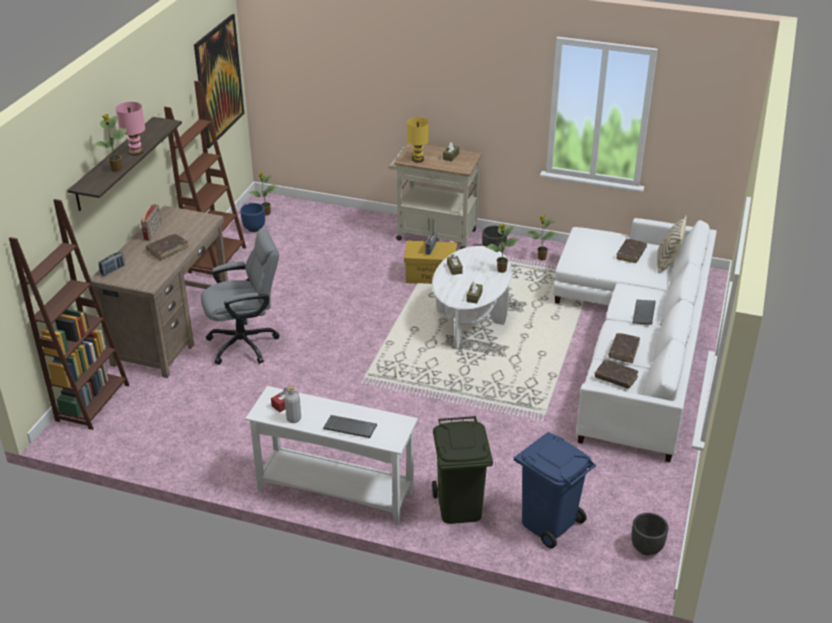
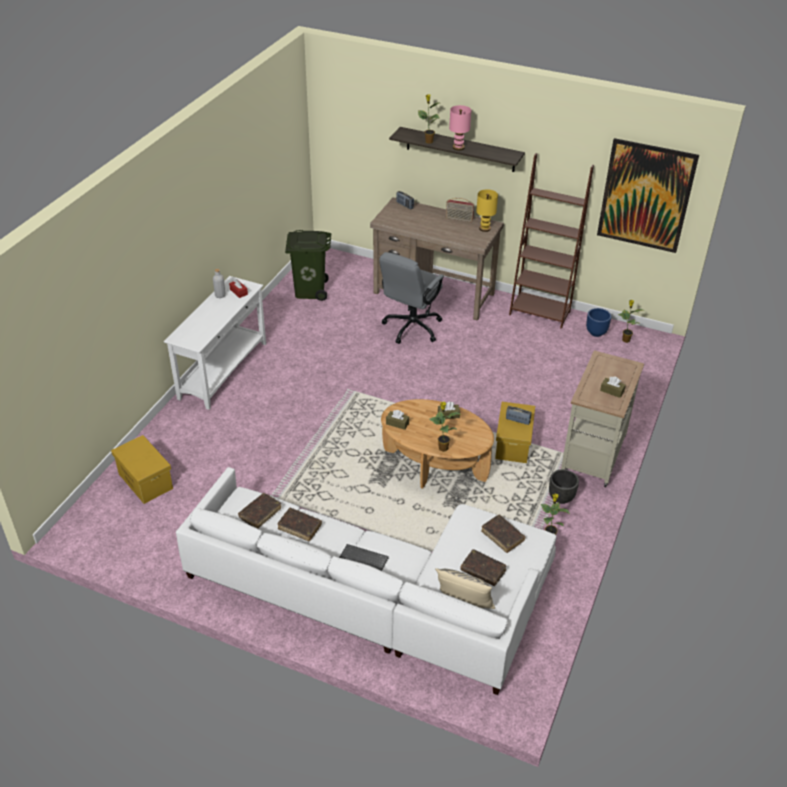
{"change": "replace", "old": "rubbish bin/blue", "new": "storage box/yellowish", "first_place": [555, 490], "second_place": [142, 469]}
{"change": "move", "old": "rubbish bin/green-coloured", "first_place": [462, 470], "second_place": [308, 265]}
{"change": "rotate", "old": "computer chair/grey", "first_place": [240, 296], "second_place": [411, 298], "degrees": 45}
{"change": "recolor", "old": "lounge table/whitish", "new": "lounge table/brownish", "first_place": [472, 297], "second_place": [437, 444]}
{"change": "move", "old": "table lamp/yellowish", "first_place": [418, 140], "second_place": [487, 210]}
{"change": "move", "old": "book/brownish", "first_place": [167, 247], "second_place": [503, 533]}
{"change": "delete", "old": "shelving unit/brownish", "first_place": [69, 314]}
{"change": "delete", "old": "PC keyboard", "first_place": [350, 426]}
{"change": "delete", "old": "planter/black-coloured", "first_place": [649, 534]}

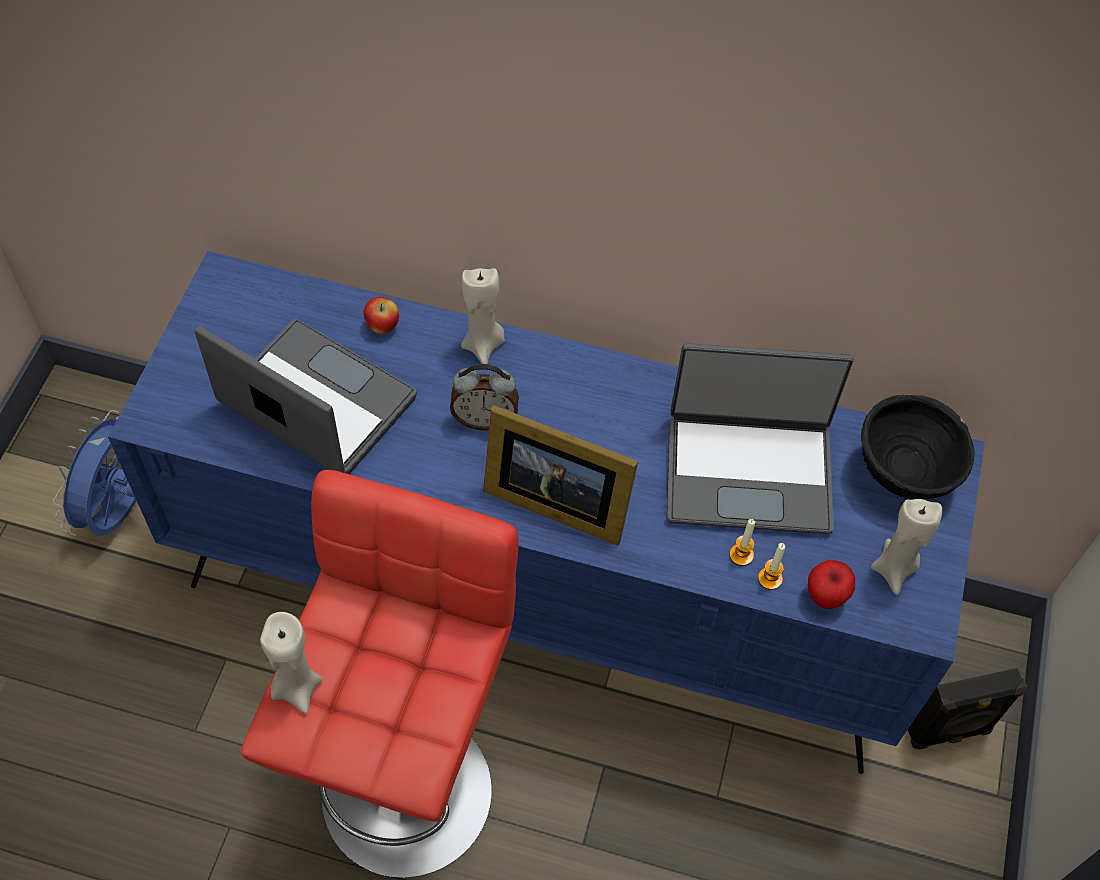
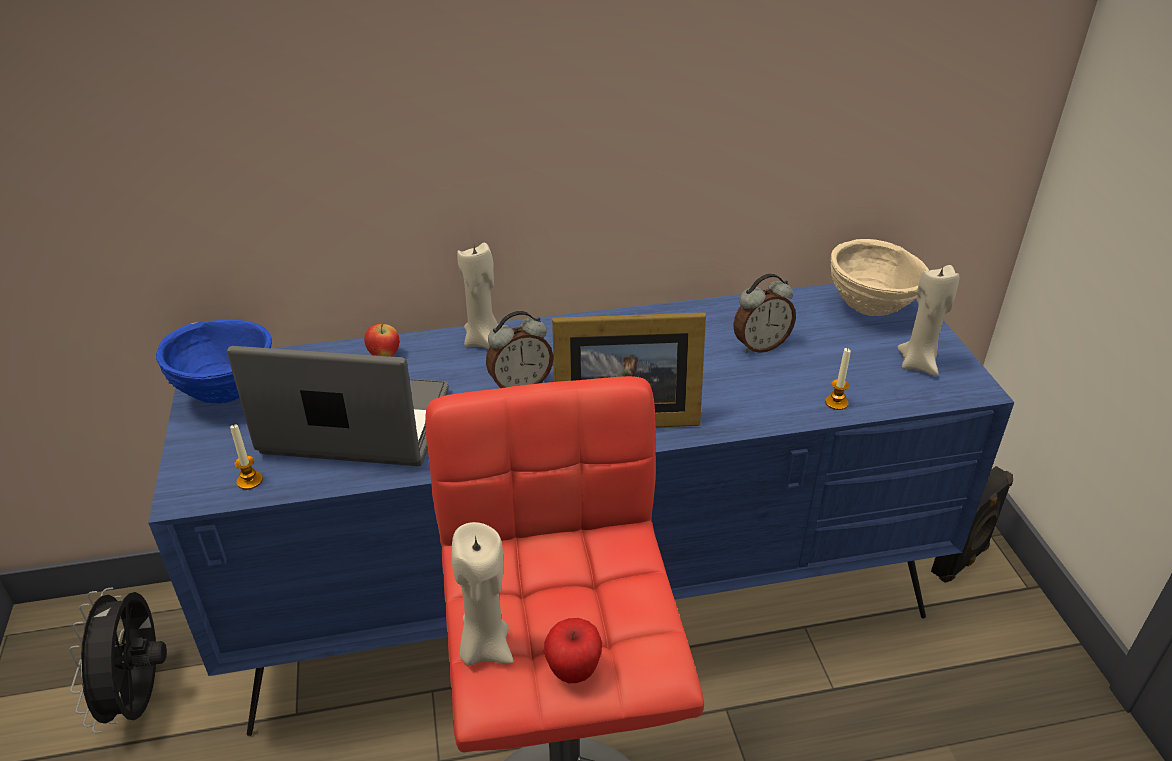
{"change": "recolor", "old": "fan/blue", "new": "fan/black-coloured", "first_place": [94, 473], "second_place": [118, 660]}
{"change": "insert", "new": "serving bowl/blue", "second_place": [214, 361]}
{"change": "move", "old": "candle", "first_place": [742, 542], "second_place": [246, 457]}
{"change": "move", "old": "apple fruit", "first_place": [831, 584], "second_place": [573, 650]}
{"change": "replace", "old": "portable computer", "new": "bedside clock", "first_place": [759, 438], "second_place": [764, 313]}
{"change": "recolor", "old": "serving bowl/black-coloured", "new": "serving bowl/beige-coloured", "first_place": [918, 447], "second_place": [880, 277]}

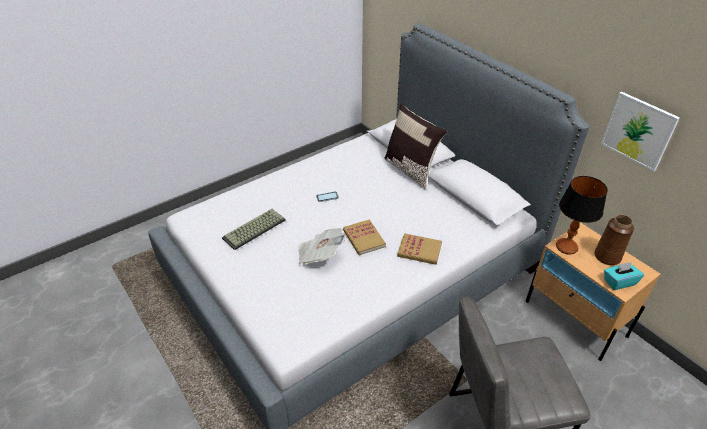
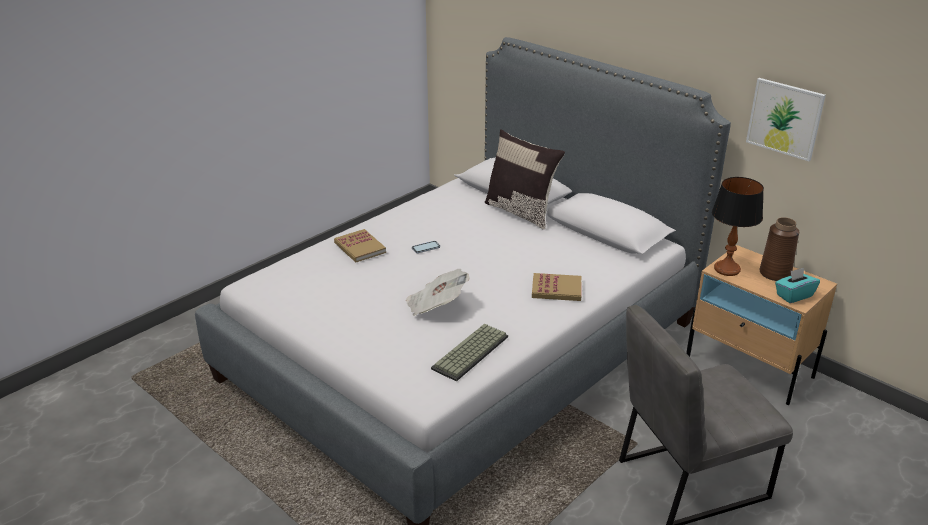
{"change": "move", "old": "book", "first_place": [364, 237], "second_place": [360, 245]}
{"change": "move", "old": "PC keyboard", "first_place": [254, 229], "second_place": [469, 352]}

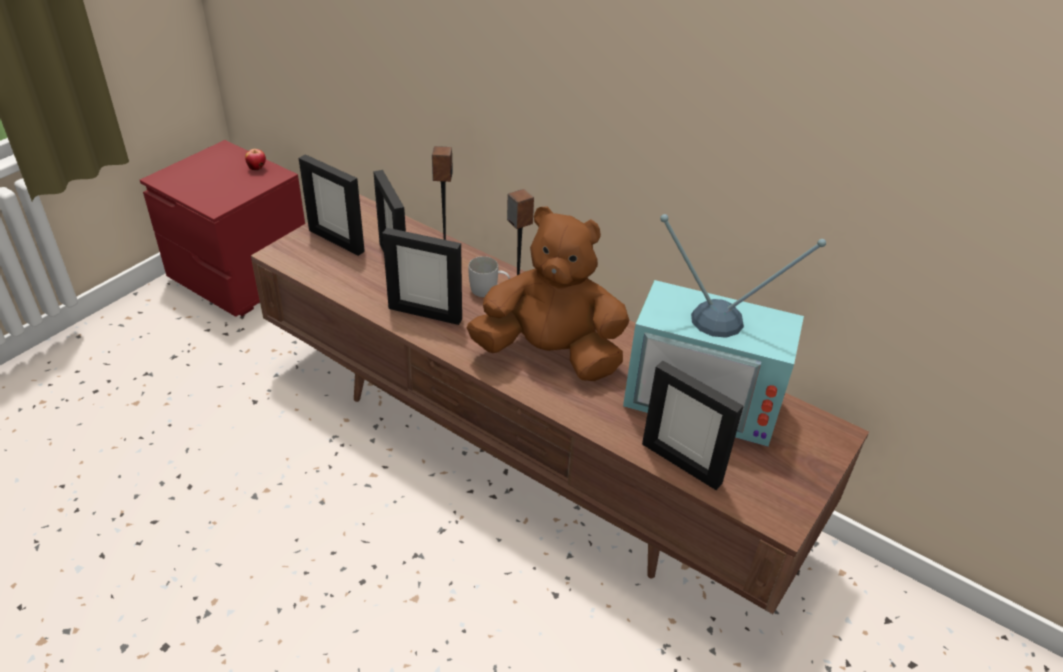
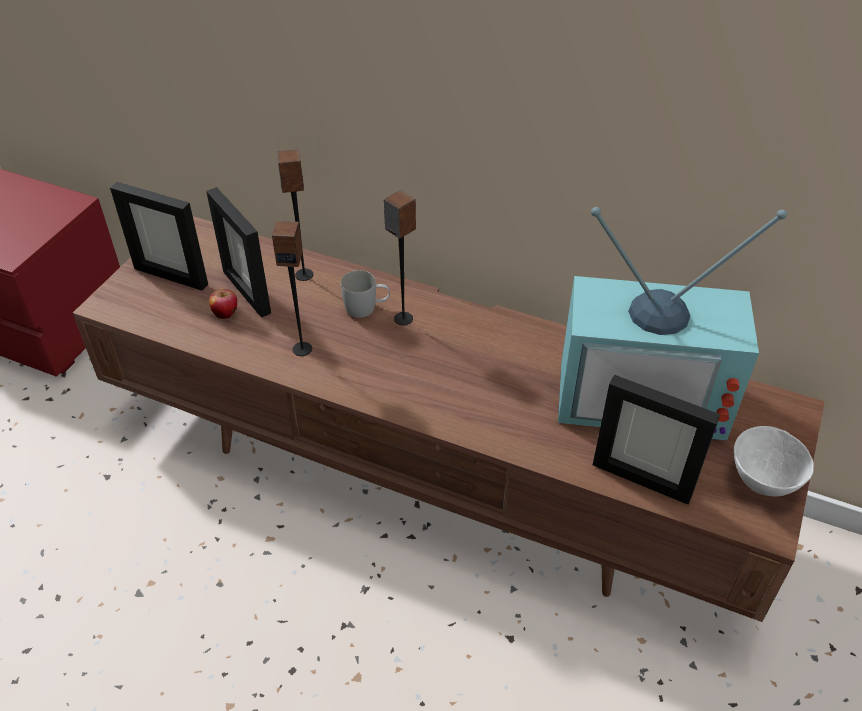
{"change": "move", "old": "apple fruit", "first_place": [255, 160], "second_place": [223, 304]}
{"change": "replace", "old": "standing frame", "new": "loudspeaker", "first_place": [422, 276], "second_place": [292, 288]}
{"change": "insert", "new": "serving bowl/whitish", "second_place": [774, 461]}
{"change": "delete", "old": "plush toy/brownish", "first_place": [548, 294]}

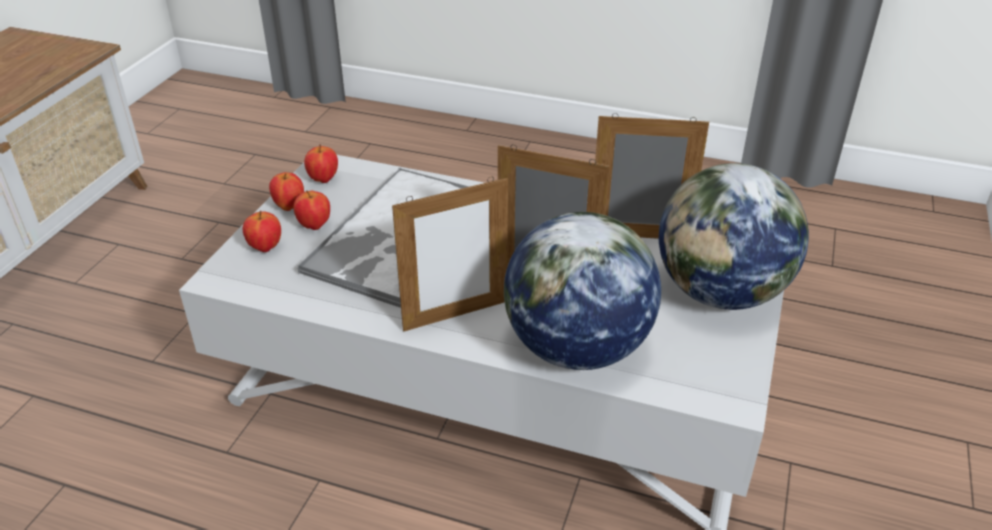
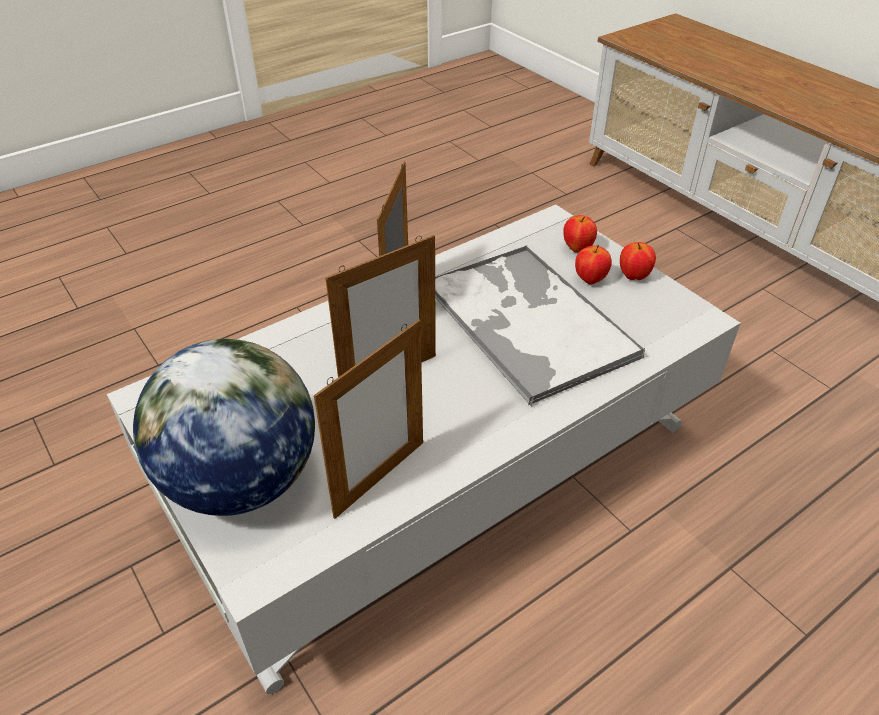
{"change": "delete", "old": "apple fruit", "first_place": [321, 163]}
{"change": "delete", "old": "globe", "first_place": [582, 291]}

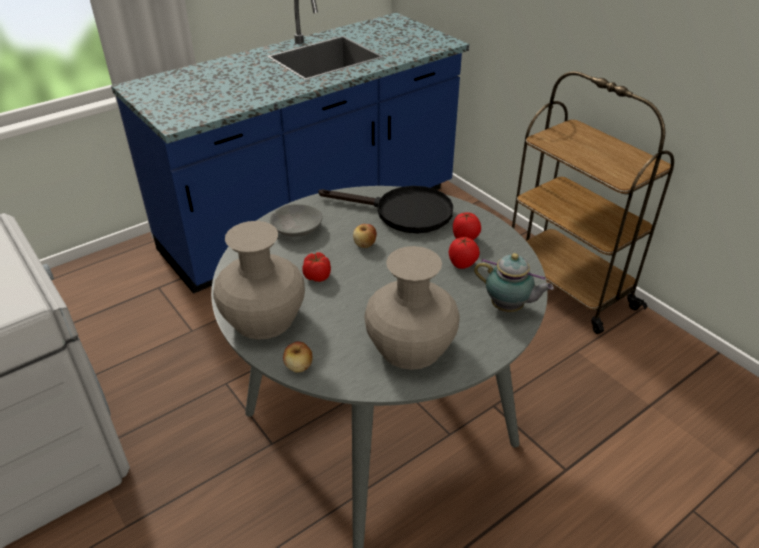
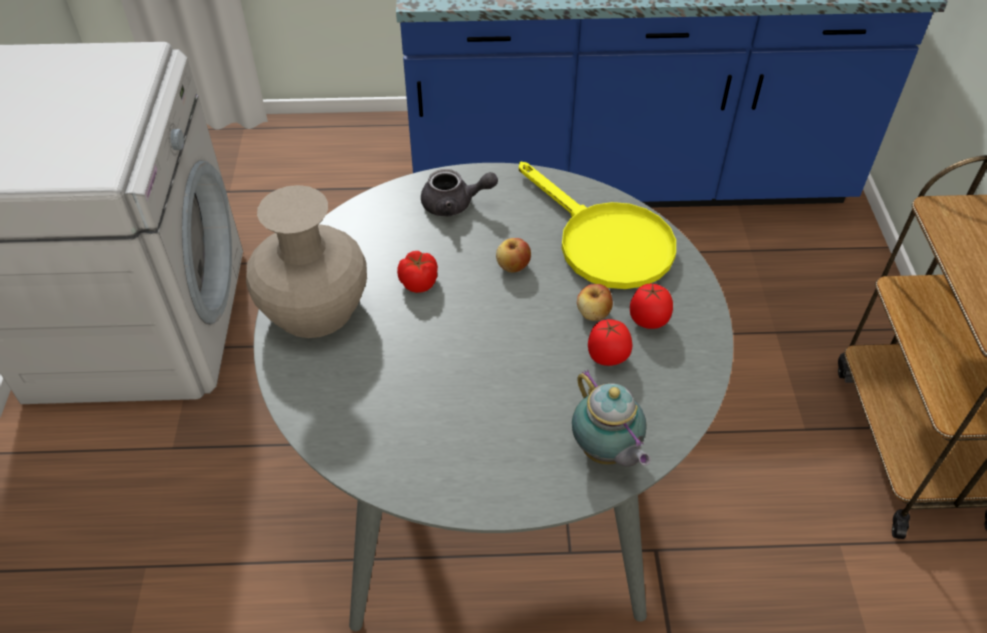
{"change": "replace", "old": "serving bowl/grey", "new": "pot for tea/grey", "first_place": [296, 220], "second_place": [459, 192]}
{"change": "recolor", "old": "frying pan/black-coloured", "new": "frying pan/yellowish", "first_place": [385, 210], "second_place": [597, 225]}
{"change": "move", "old": "apple fruit", "first_place": [297, 357], "second_place": [595, 302]}
{"change": "delete", "old": "flower vase/beige-coloured", "first_place": [412, 308]}

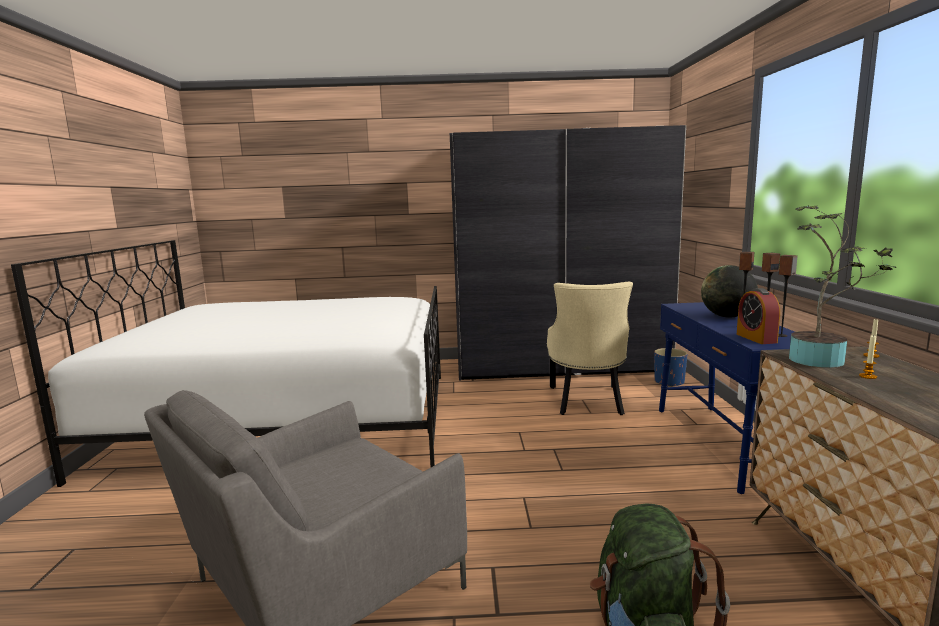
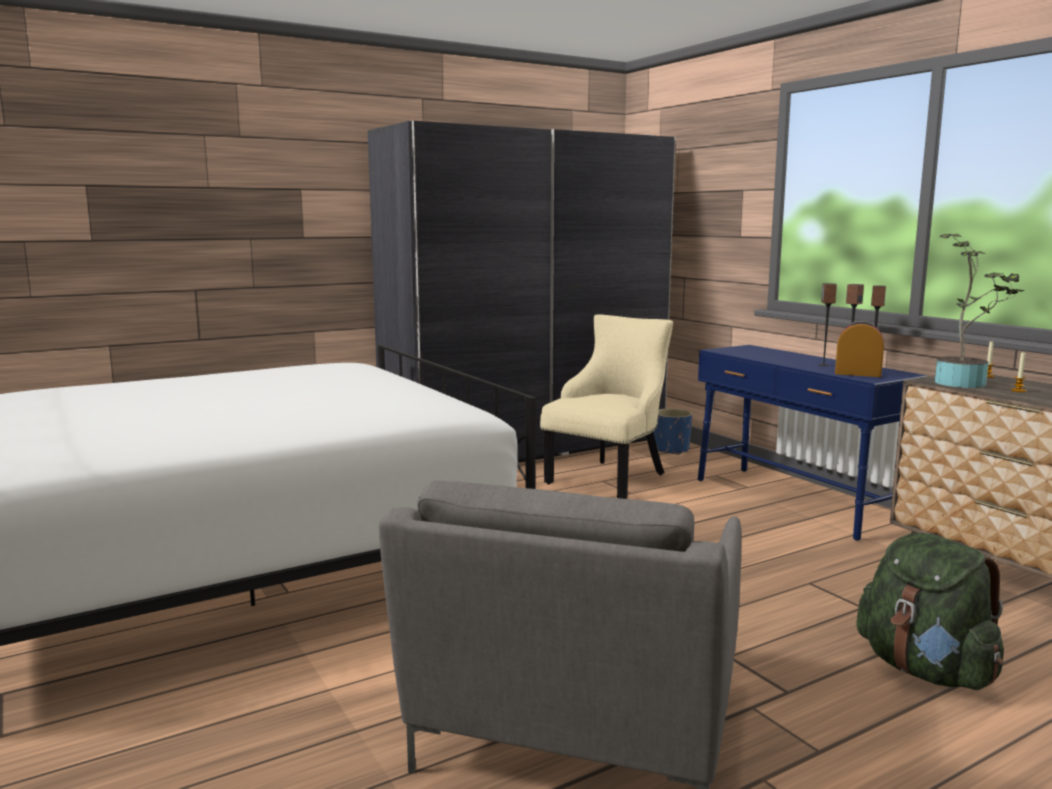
{"change": "rotate", "old": "easy chair/beige-coloured", "first_place": [590, 348], "second_place": [606, 406], "degrees": -120}
{"change": "rotate", "old": "bedside clock", "first_place": [758, 316], "second_place": [859, 348], "degrees": 150}
{"change": "delete", "old": "globe", "first_place": [729, 291]}

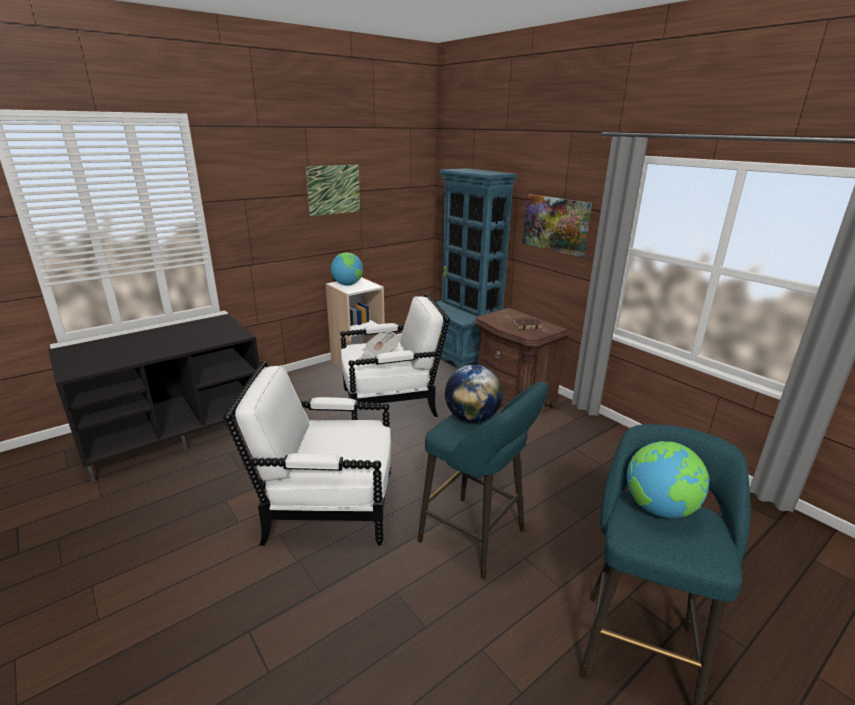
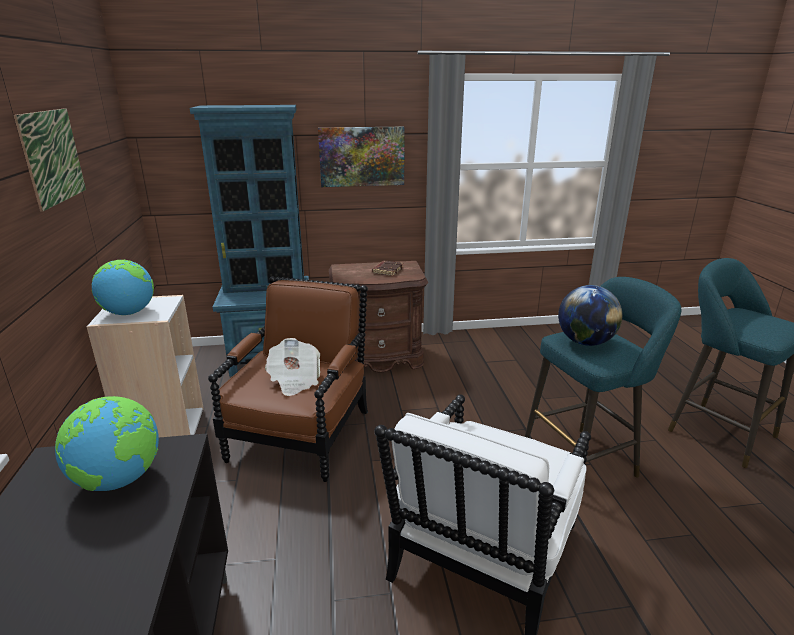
{"change": "move", "old": "globe", "first_place": [668, 479], "second_place": [107, 443]}
{"change": "recolor", "old": "easy chair/whitish", "new": "easy chair/brownish", "first_place": [395, 356], "second_place": [288, 379]}

